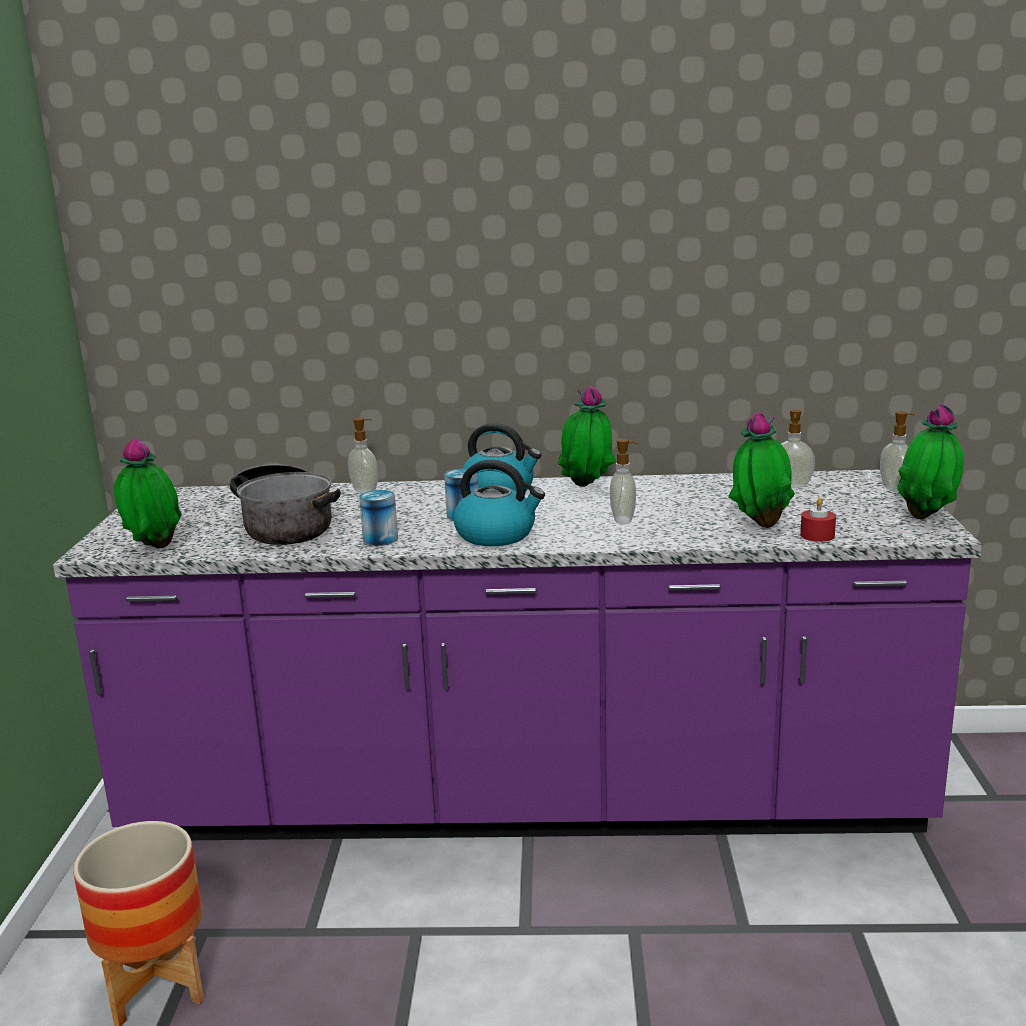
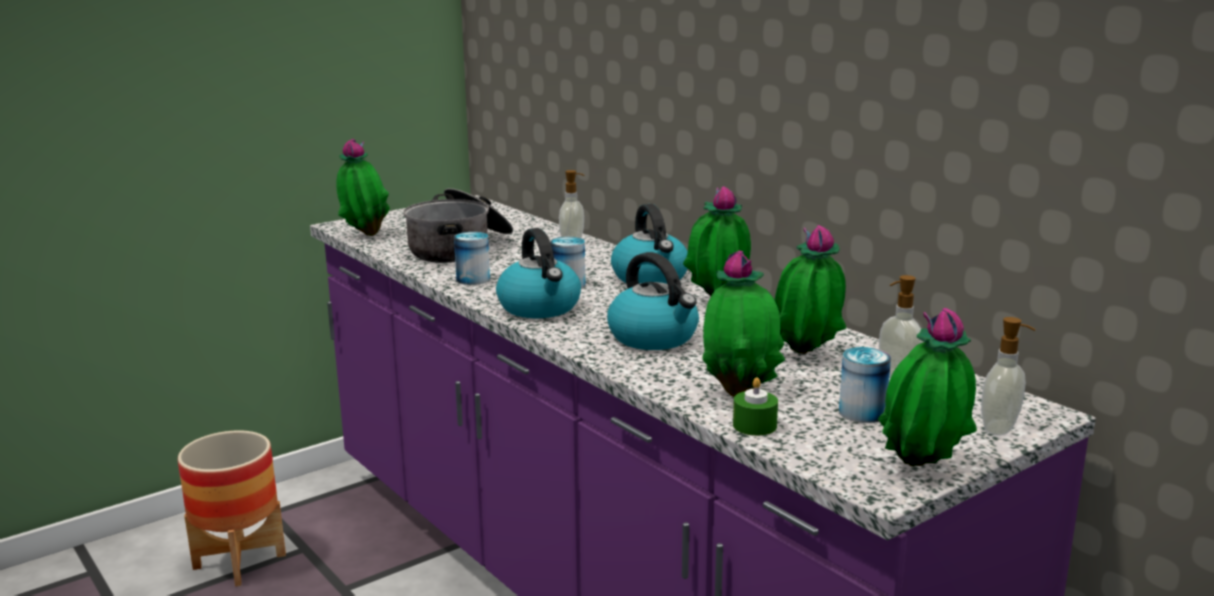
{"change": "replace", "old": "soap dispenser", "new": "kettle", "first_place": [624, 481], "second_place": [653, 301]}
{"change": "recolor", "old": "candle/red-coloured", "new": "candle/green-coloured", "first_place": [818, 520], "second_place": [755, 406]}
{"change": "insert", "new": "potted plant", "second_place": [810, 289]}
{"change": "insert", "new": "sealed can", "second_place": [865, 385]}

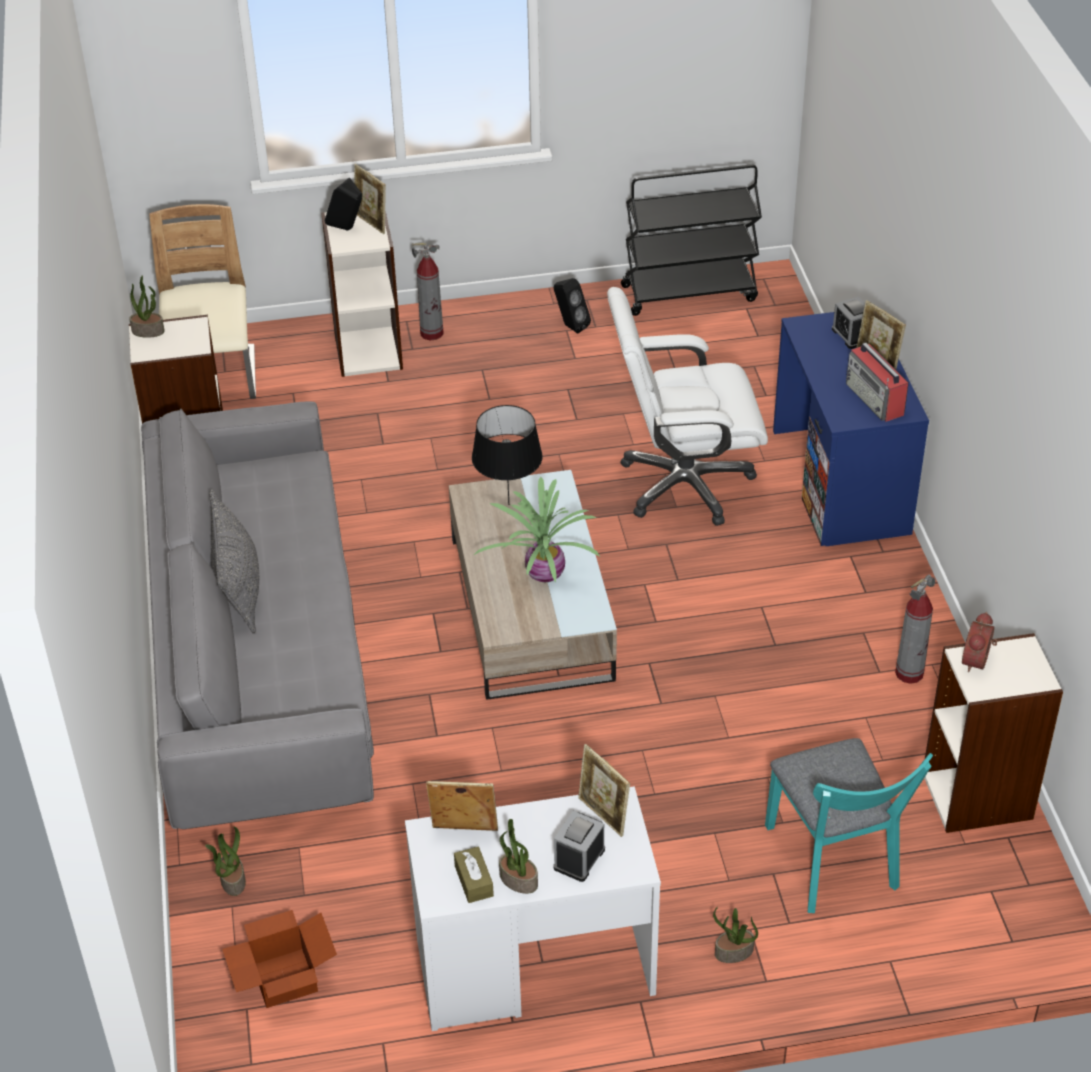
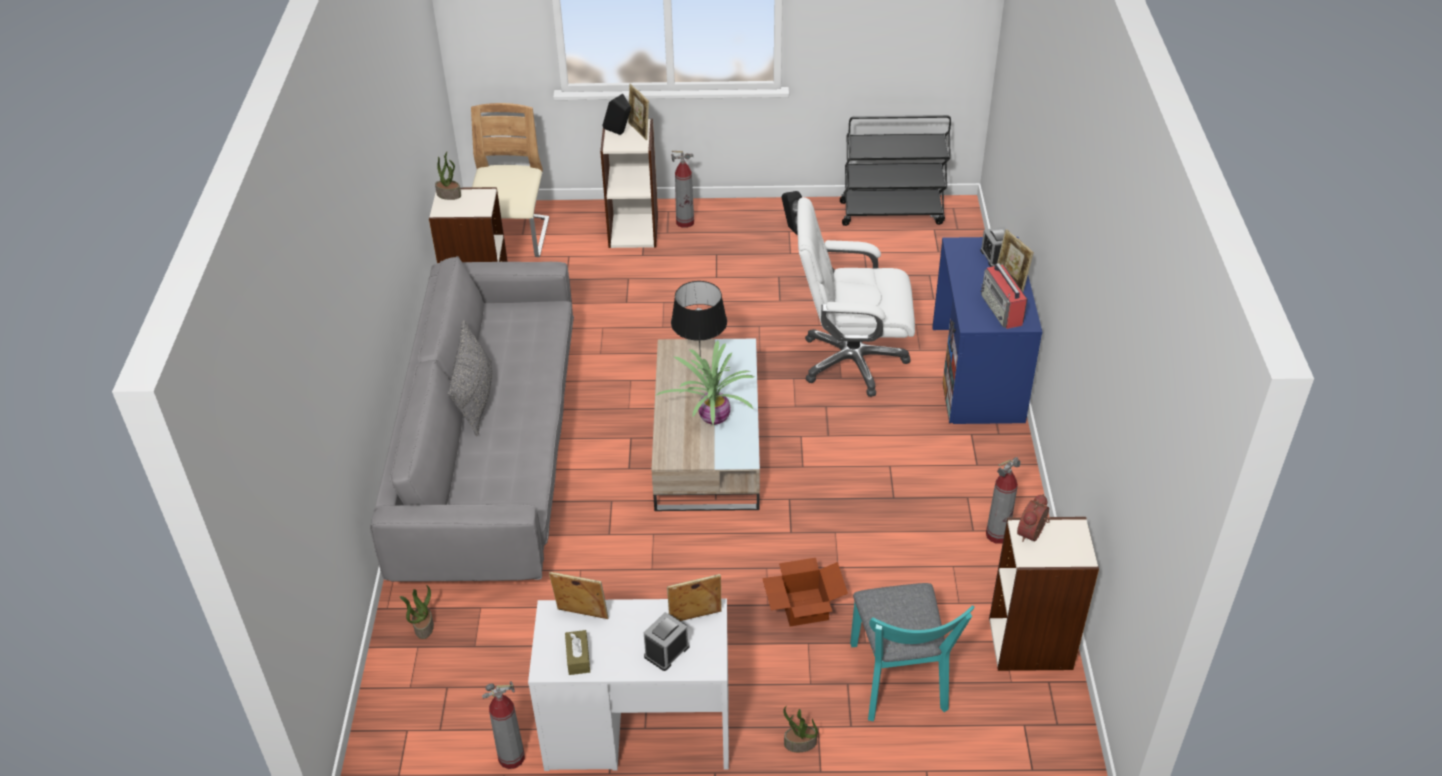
{"change": "insert", "new": "fire extinguisher", "second_place": [503, 725]}
{"change": "rotate", "old": "standing frame", "first_place": [604, 790], "second_place": [694, 597], "degrees": 105}
{"change": "move", "old": "cardboard box", "first_place": [279, 959], "second_place": [805, 592]}
{"change": "delete", "old": "potted plant", "first_place": [518, 856]}

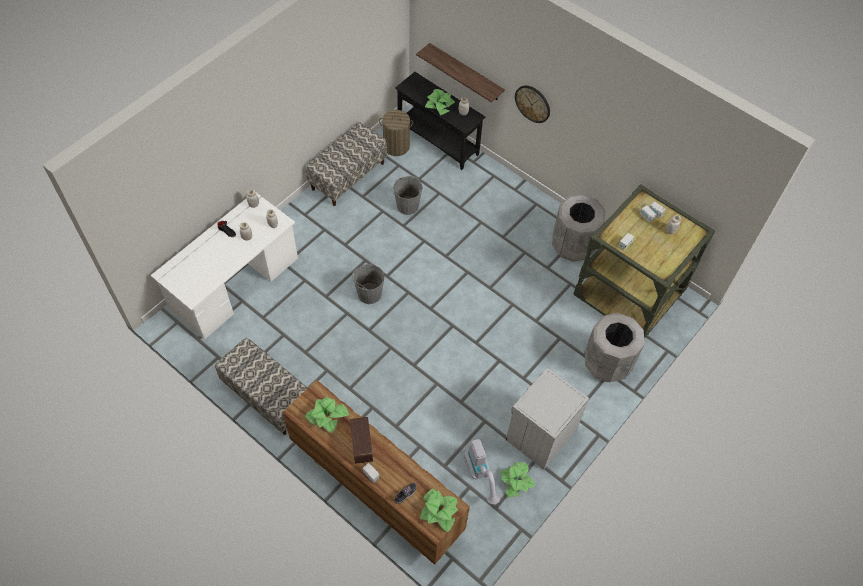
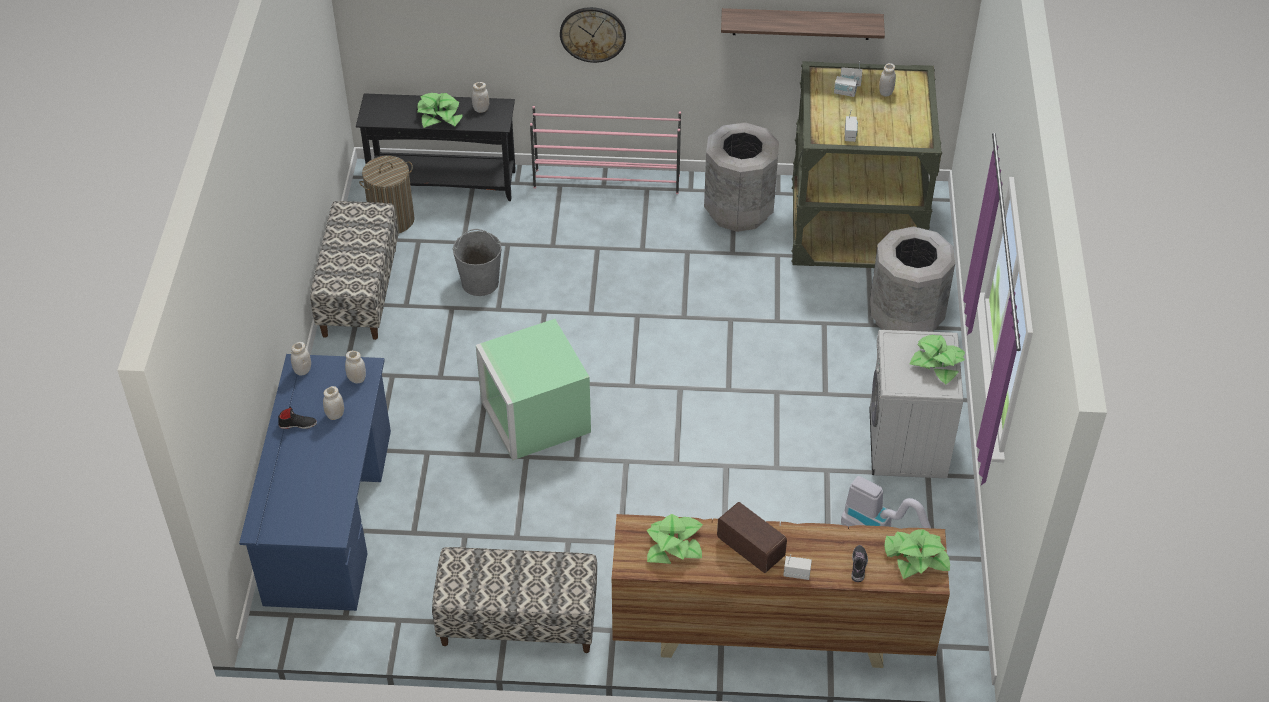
{"change": "recolor", "old": "desk table/whitish", "new": "desk table/blue", "first_place": [224, 266], "second_place": [315, 482]}
{"change": "replace", "old": "water bucket/grey", "new": "storage box/green-coloured", "first_place": [368, 284], "second_place": [533, 389]}
{"change": "insert", "new": "shoe stand/pink-coloured", "second_place": [605, 150]}
{"change": "move", "old": "wall shelf", "first_place": [460, 73], "second_place": [803, 24]}
{"change": "move", "old": "potted plant", "first_place": [517, 479], "second_place": [937, 359]}

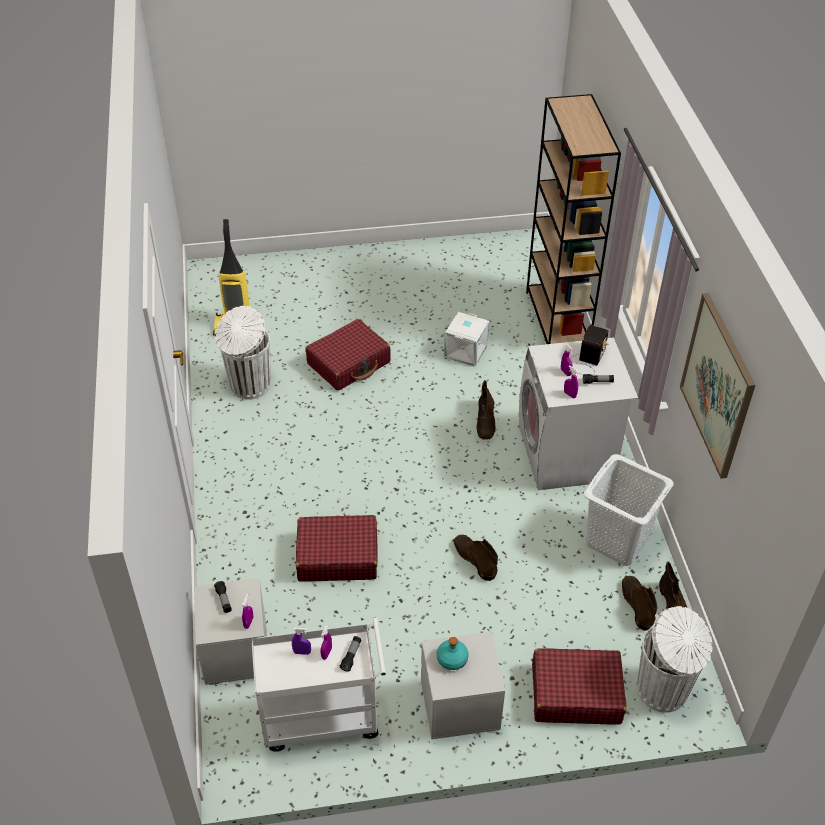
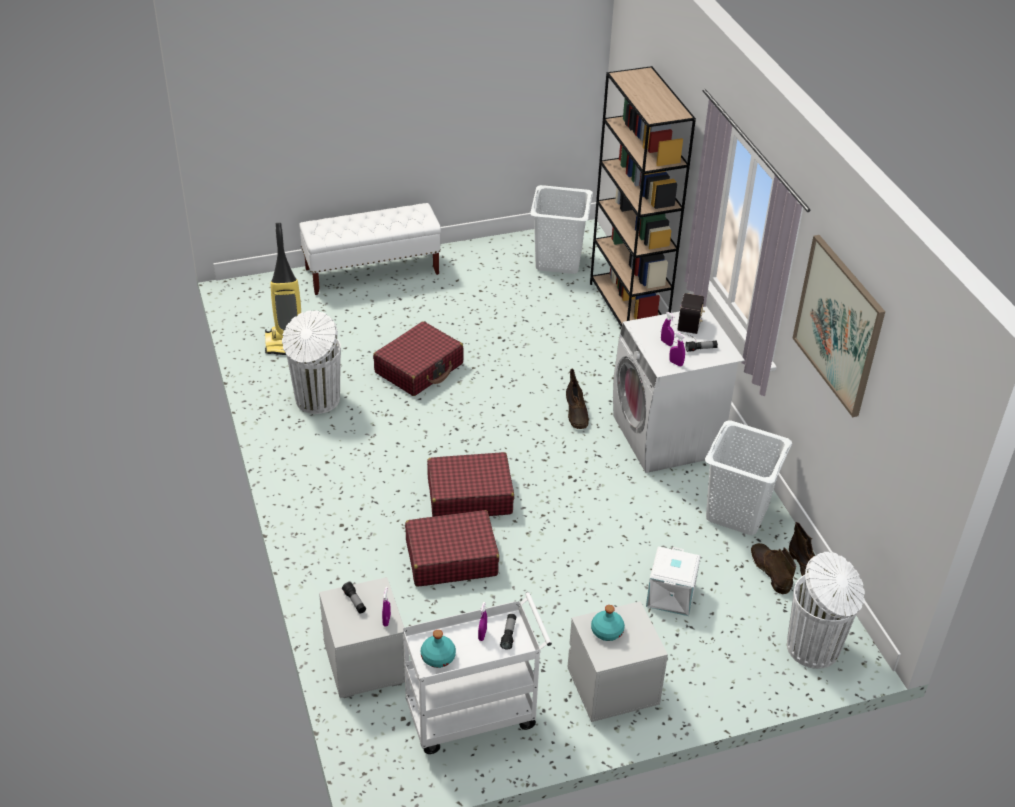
{"change": "insert", "new": "long seat/whitish", "second_place": [370, 249]}
{"change": "insert", "new": "beverage bottle/turquoise-coloured", "second_place": [438, 649]}
{"change": "move", "old": "travel case/red-coloured", "first_place": [579, 686], "second_place": [470, 484]}
{"change": "insert", "new": "hamper/whitish", "second_place": [561, 229]}
{"change": "move", "old": "storage box/whitish", "first_place": [466, 339], "second_place": [673, 581]}
{"change": "delete", "old": "sprayer/purplish", "first_place": [301, 641]}
{"change": "delete", "old": "tall boot/brownish", "first_place": [476, 558]}

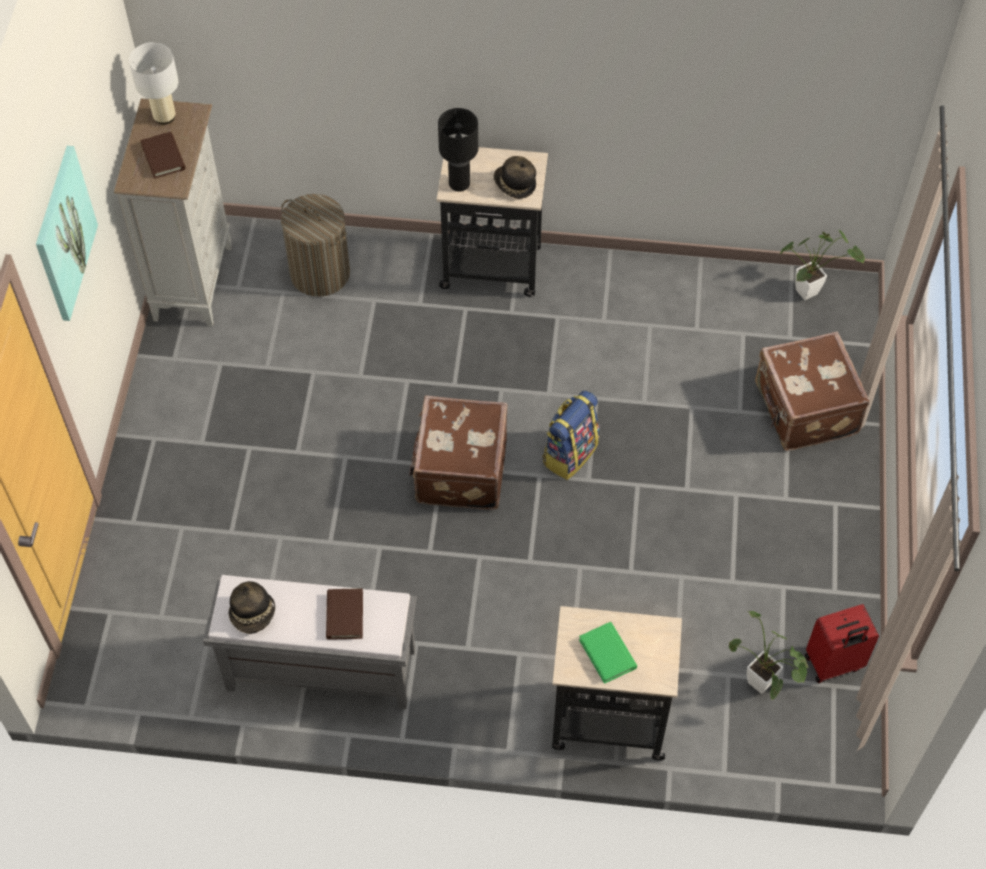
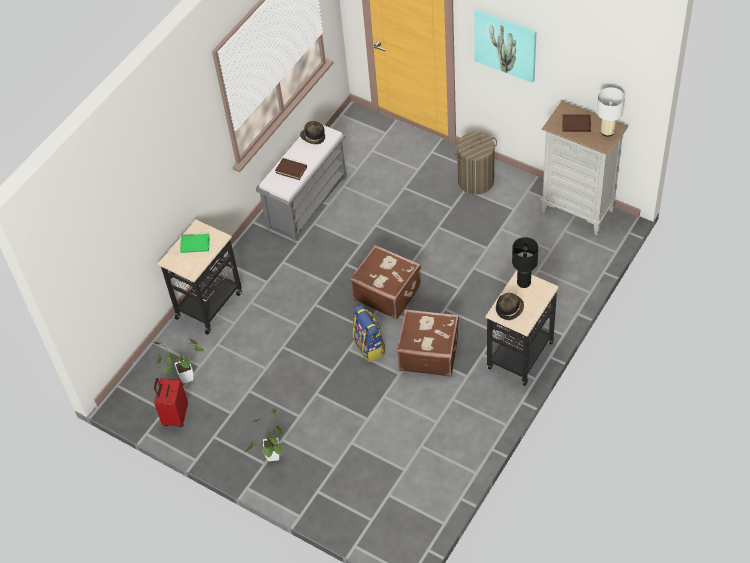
{"change": "move", "old": "potted plant", "first_place": [822, 265], "second_place": [264, 434]}
{"change": "move", "old": "travel case/brownish", "first_place": [812, 391], "second_place": [428, 343]}
{"change": "move", "old": "hamper", "first_place": [315, 245], "second_place": [476, 163]}

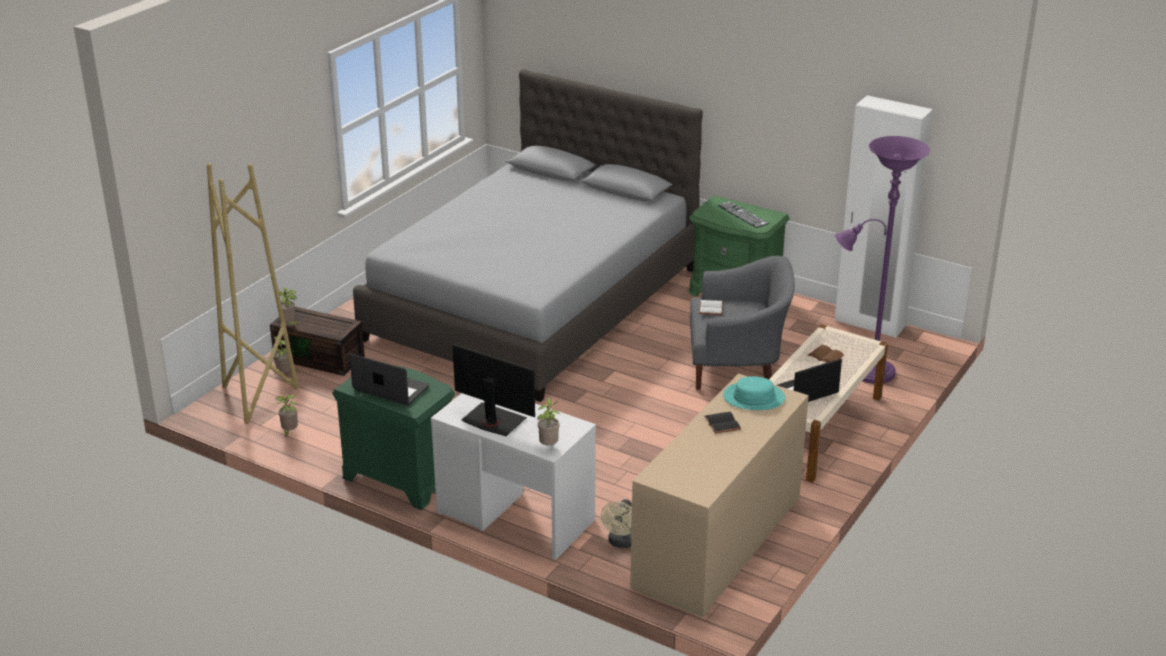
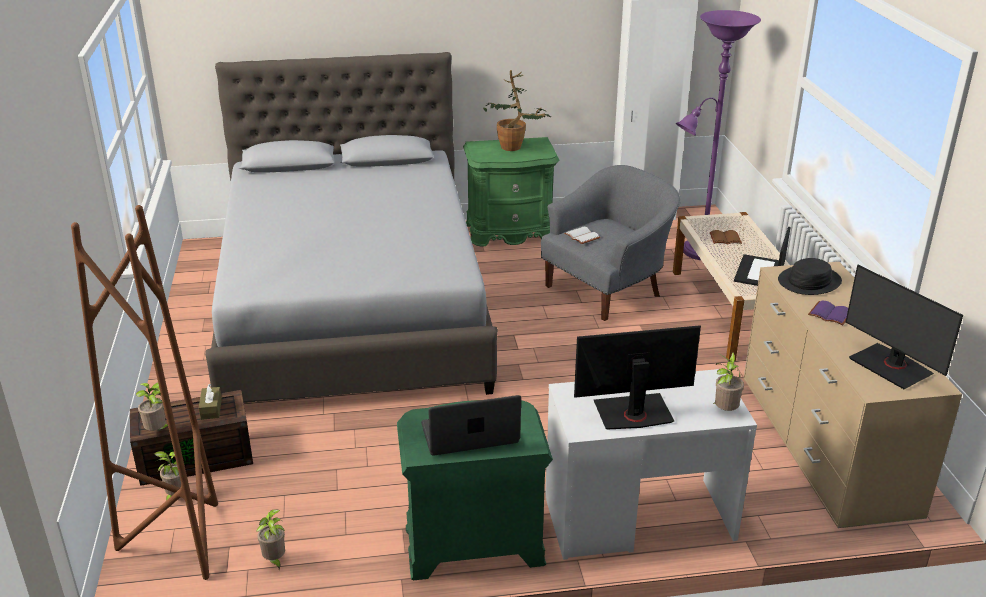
{"change": "recolor", "old": "garment rack/yellowish", "new": "garment rack/brownish", "first_place": [253, 293], "second_place": [144, 392]}
{"change": "insert", "new": "box of tissues/brownish", "second_place": [210, 402]}
{"change": "replace", "old": "PC keyboard", "new": "potted plant", "first_place": [743, 214], "second_place": [517, 110]}
{"change": "recolor", "old": "hat/turquoise-coloured", "new": "hat/black-coloured", "first_place": [754, 393], "second_place": [810, 276]}
{"change": "recolor", "old": "book/black-coloured", "new": "book/purplish", "first_place": [722, 423], "second_place": [828, 312]}
{"change": "insert", "new": "monitor", "second_place": [904, 327]}
{"change": "delete", "old": "fan/beige-coloured", "first_place": [616, 523]}

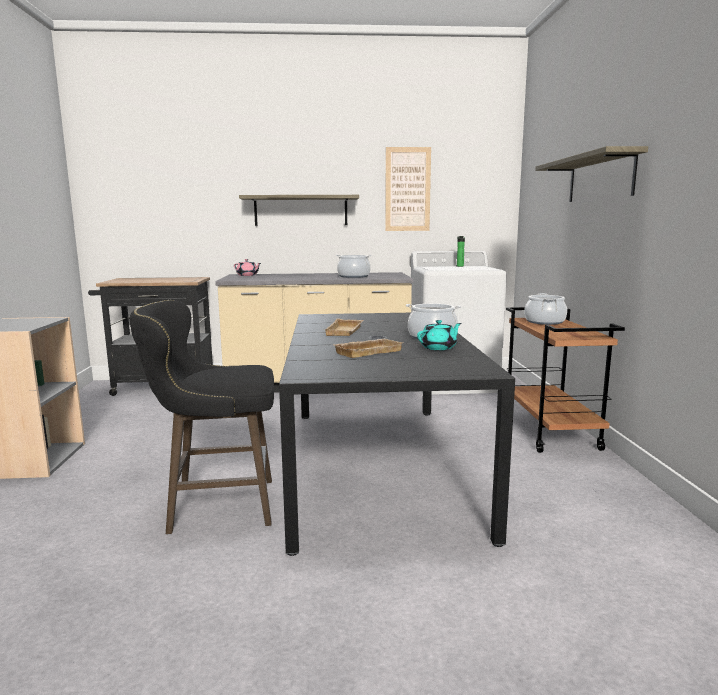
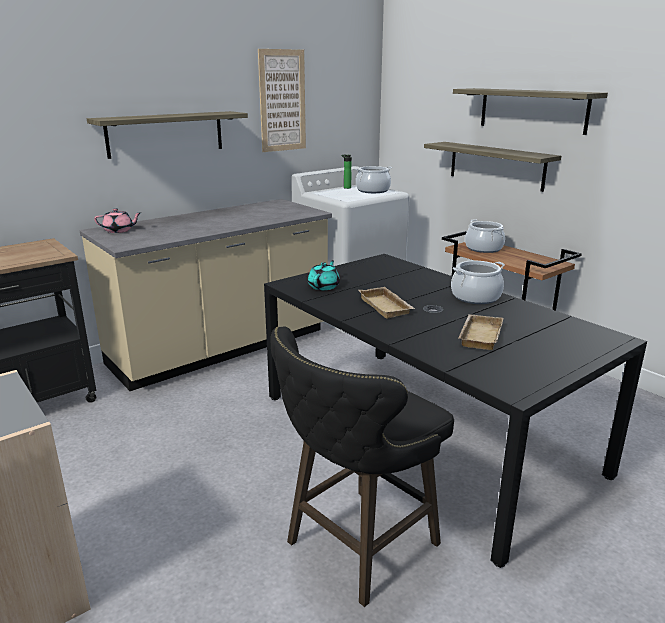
{"change": "move", "old": "pot for tea/turquoise-coloured", "first_place": [439, 335], "second_place": [324, 275]}
{"change": "move", "old": "stockpot", "first_place": [354, 266], "second_place": [373, 179]}
{"change": "insert", "new": "wall shelf", "second_place": [492, 167]}

